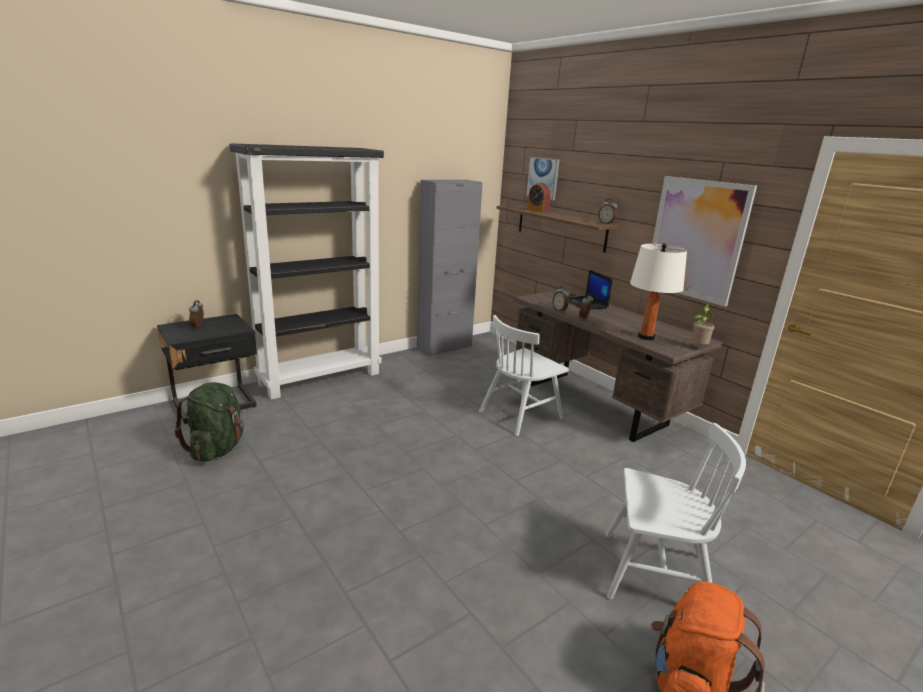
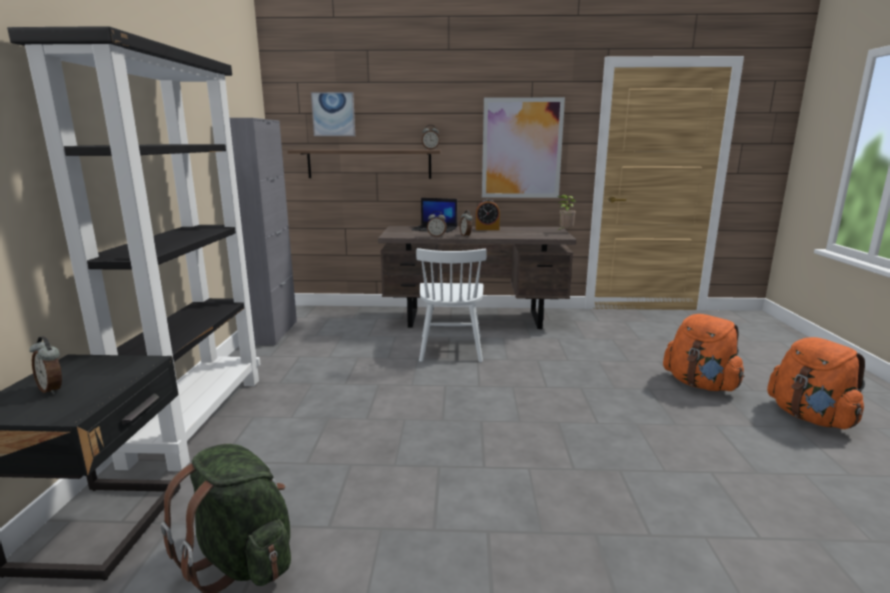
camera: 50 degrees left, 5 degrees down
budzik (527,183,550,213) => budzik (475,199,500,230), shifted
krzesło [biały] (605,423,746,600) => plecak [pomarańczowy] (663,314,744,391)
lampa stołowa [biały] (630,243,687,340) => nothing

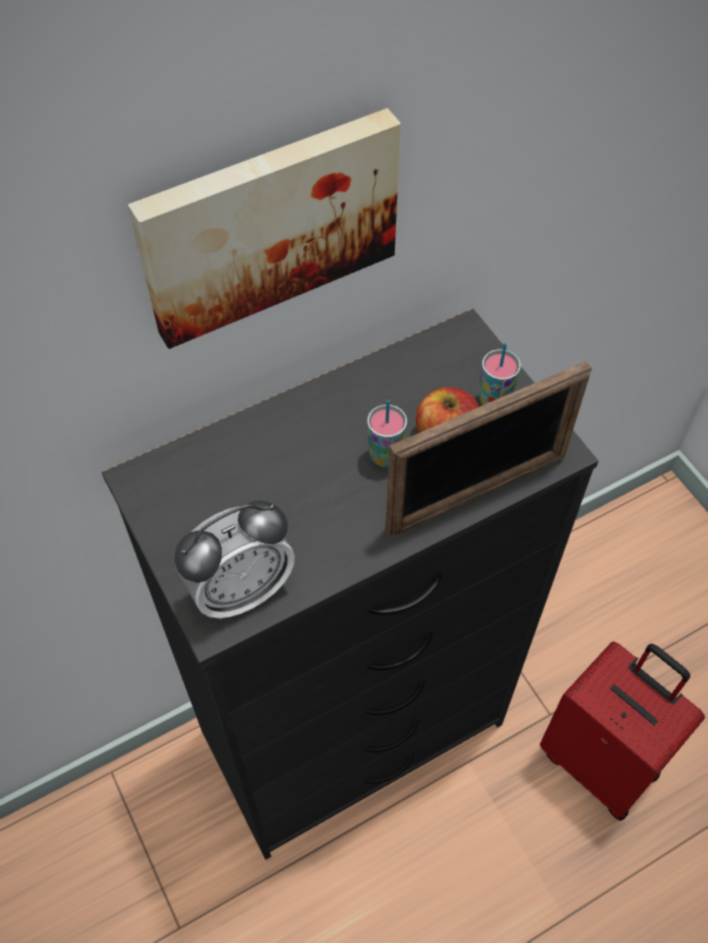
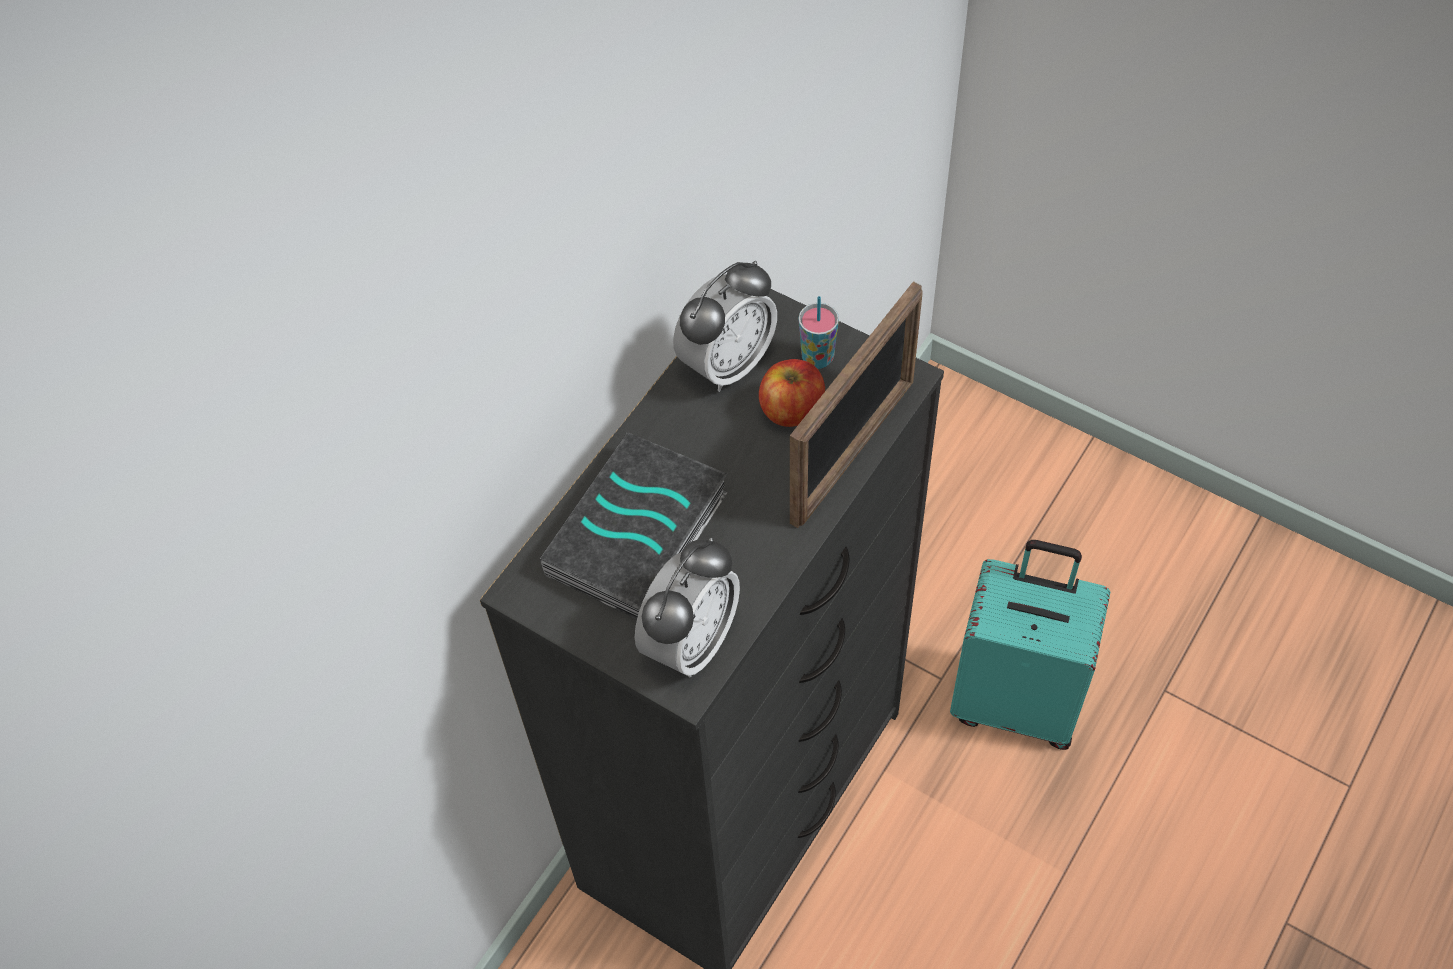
camera: 25 degrees left, 0 degrees up
nothing => książka (540,432,728,619)
nothing => budzik (673,261,777,392)
walizka [czerwony] (540,642,705,821) => walizka [turkusowy] (950,540,1110,750)
obraz (128,108,401,349) => nothing
filiżanka (367,400,407,468) => nothing

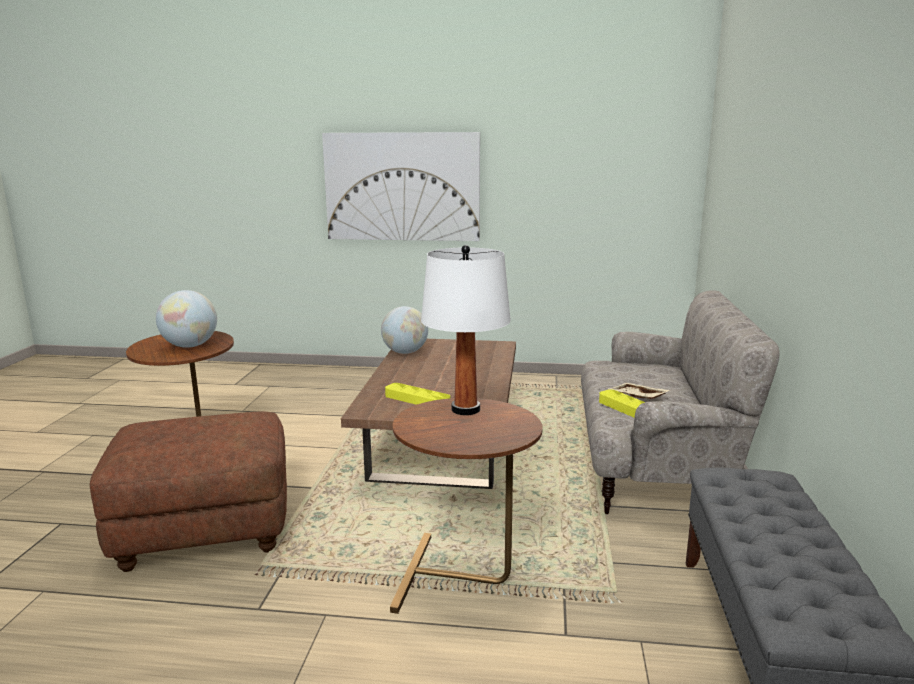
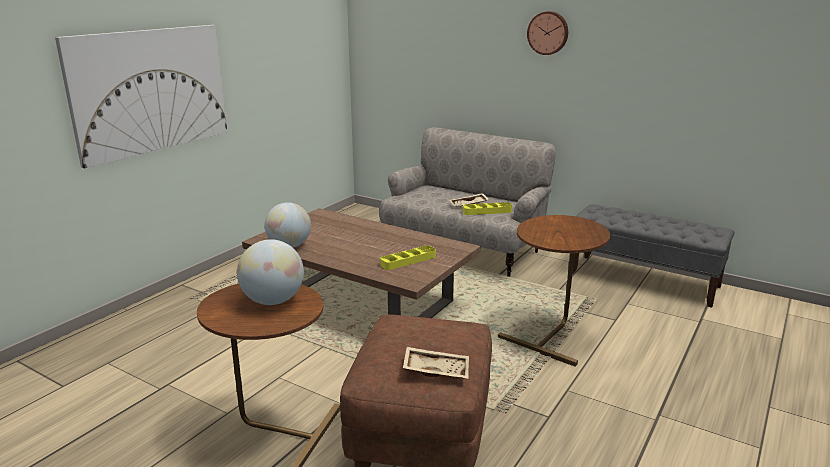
camera: 65 degrees left, 5 degrees up
nothing => taca [beżowy] (403,347,469,379)
nothing => zegar ścienny (527,11,568,55)
lampa stołowa [biały] (421,245,511,415) => nothing

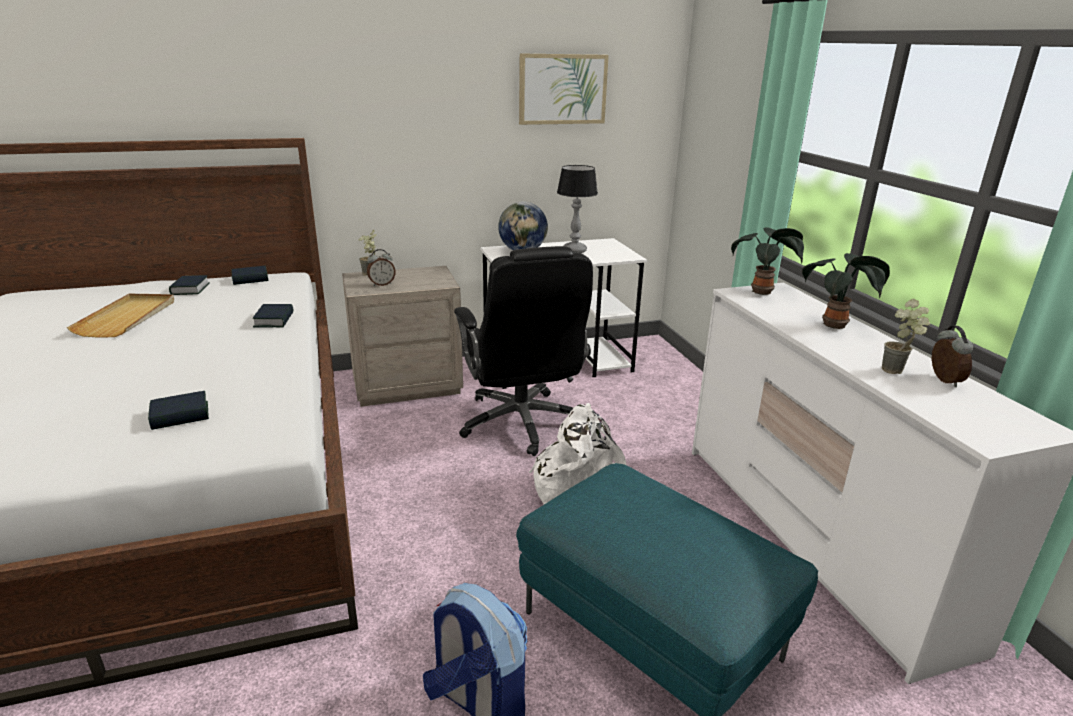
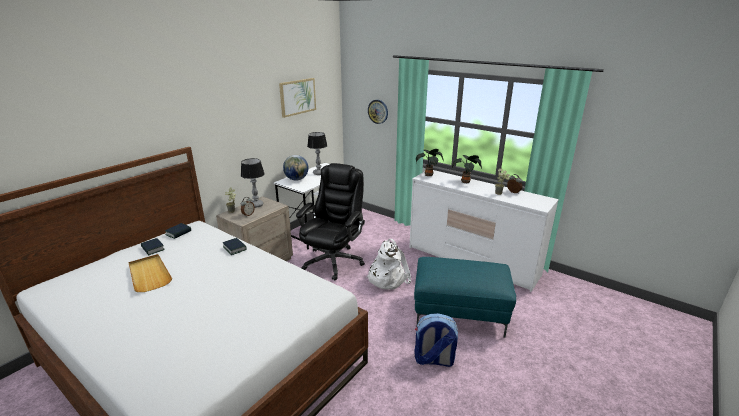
camera: 35 degrees left, 0 degrees up
nothing => lampa stołowa (241,158,265,208)
krzesło biurowe [czarny] (454,246,593,456) => krzesło biurowe [czarny] (296,163,365,280), 105 degrees counterclockwise
nothing => zegar ścienny (368,100,388,124)
książka (148,391,209,430) => nothing

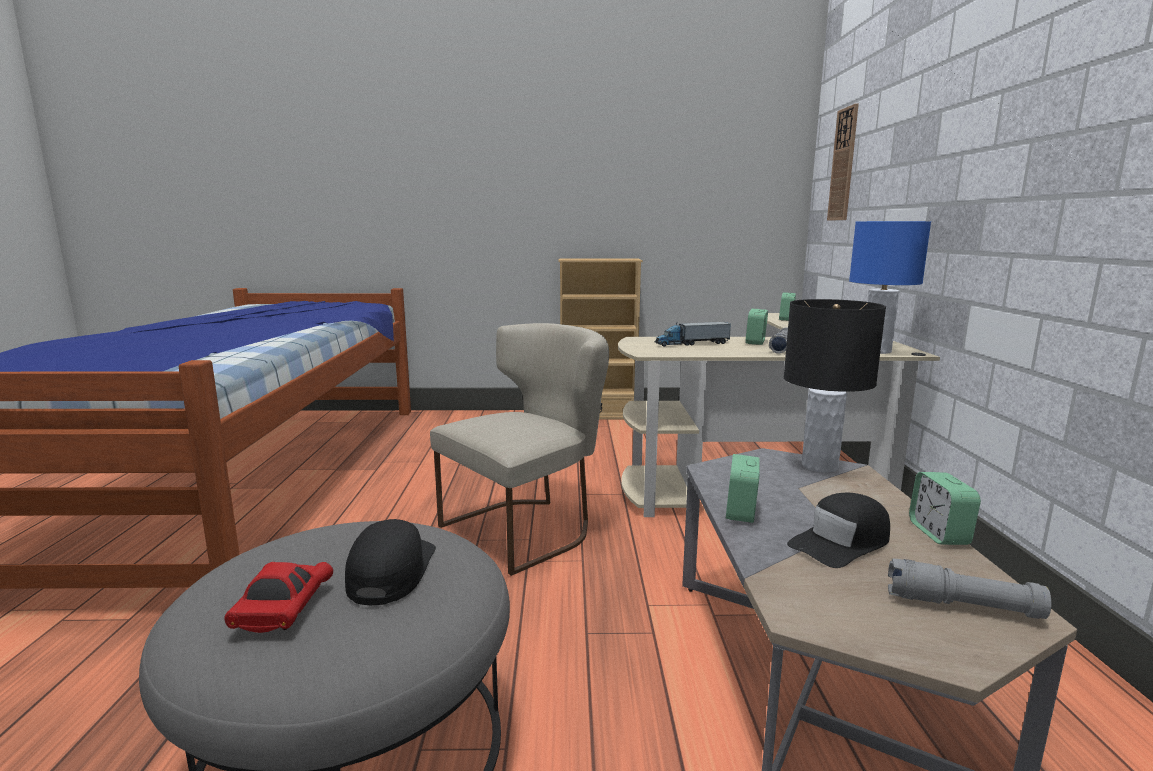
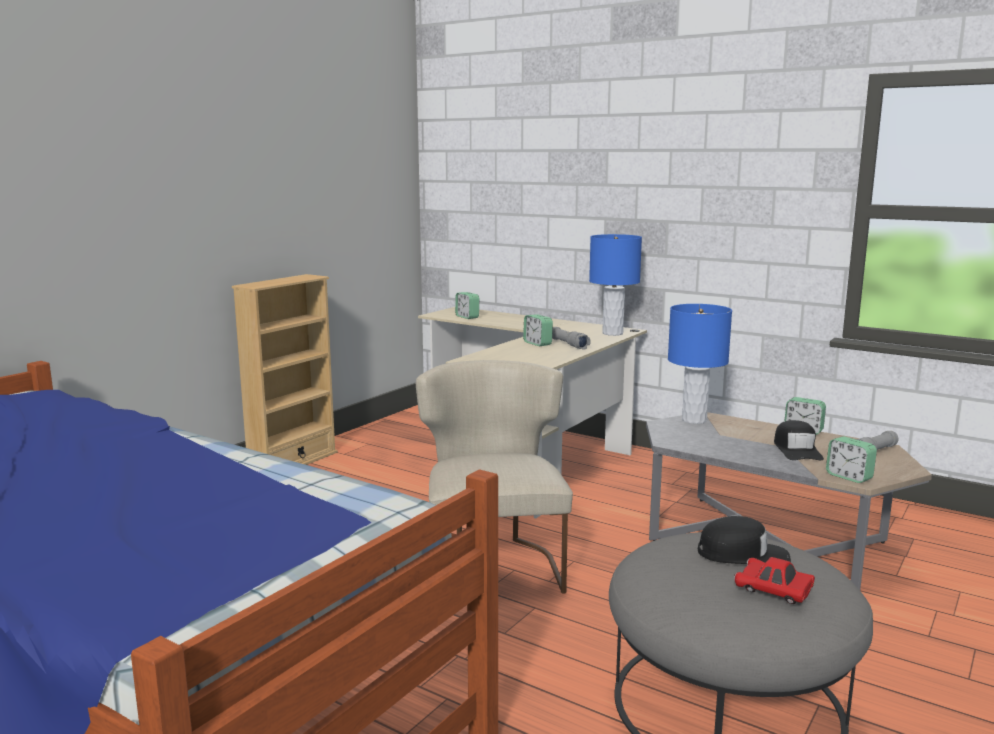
camera: 55 degrees left, 0 degrees up
lampa stołowa [czarny] (784,299,886,473) => lampa stołowa [niebieski] (668,304,732,424)
czapka z daszkiem [czarny] (345,519,436,605) => czapka z daszkiem [czarny] (698,516,791,564), 150 degrees clockwise
budzik (726,454,760,523) => budzik (826,436,877,483), shifted
ciężarówka zabawkowa (655,322,731,347) => nothing
zegar ścienny (827,103,859,221) => nothing

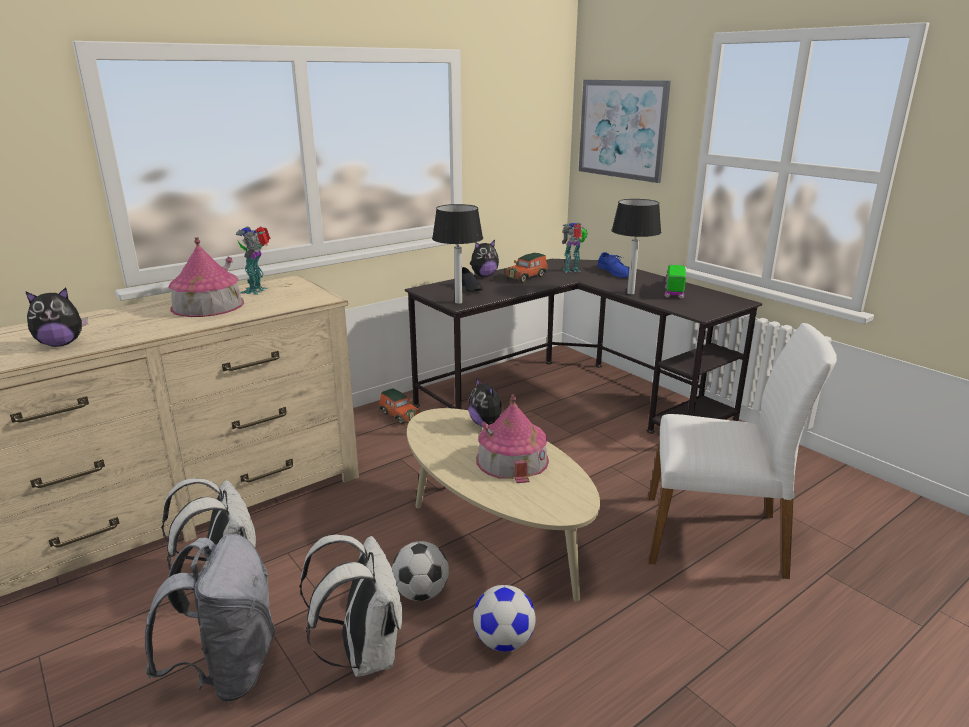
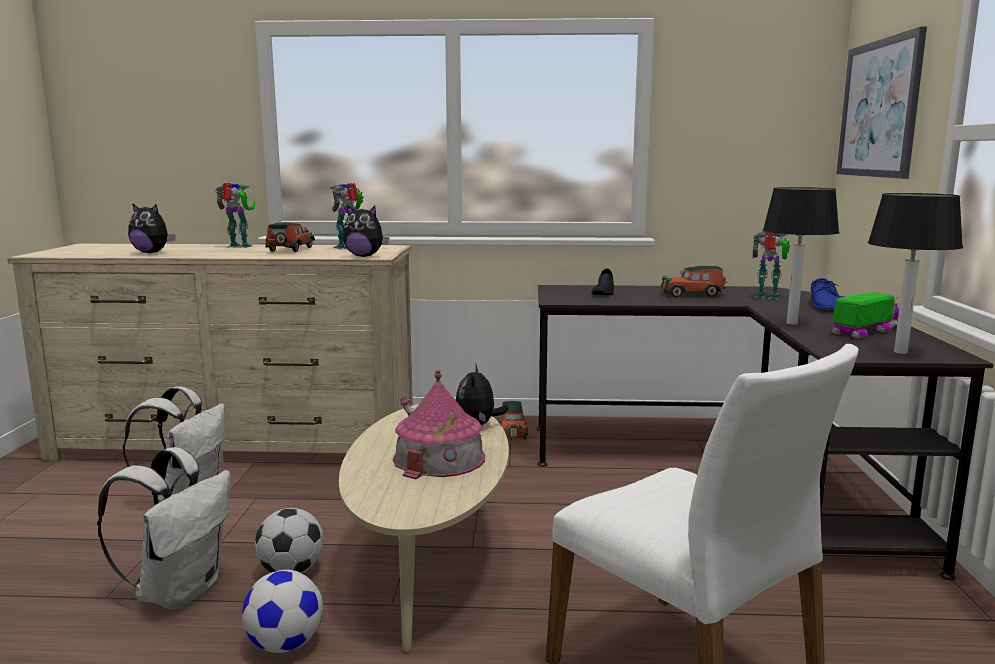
camera: 40 degrees right, 10 degrees down
nothing => robot zabawkowy (216,183,256,248)
domek (169,237,244,317) => samochodzik (265,222,315,252)
pluszak (470,240,499,277) => pluszak (343,205,390,257), shifted
lampa stołowa (432,204,483,304) => lampa stołowa (868,193,963,354), shifted
plecak [szary] (145,534,275,702) => nothing

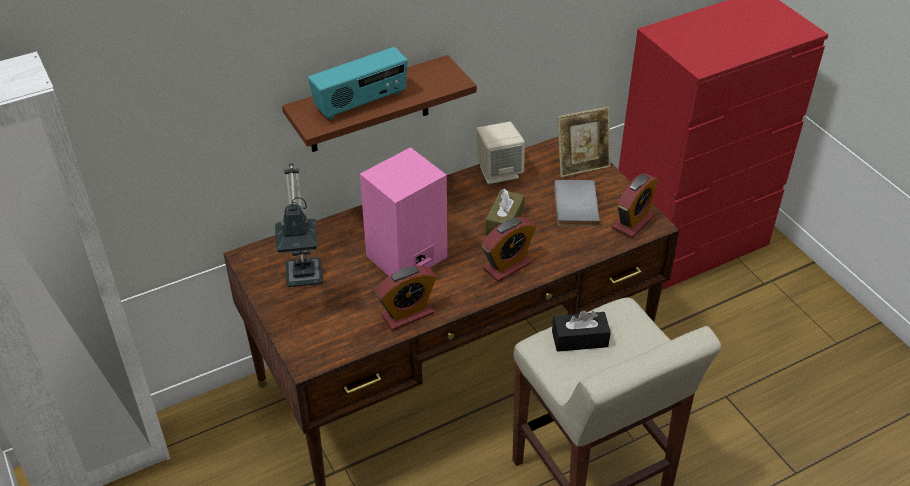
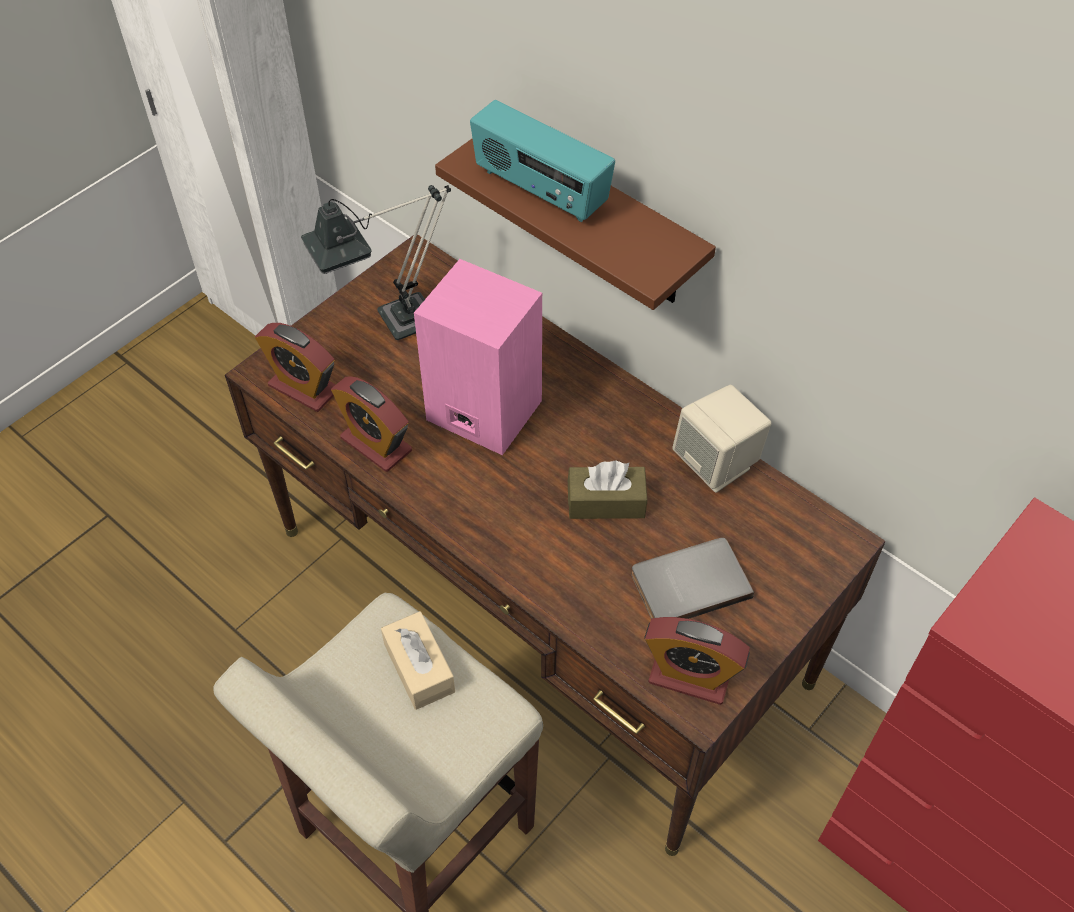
camera: 70 degrees right, 10 degrees up
budzik (481,217,536,282) => budzik (255,323,336,412), shifted
pudełko chusteczek [czarny] (552,310,611,352) => pudełko chusteczek [beżowy] (381,611,455,710)
ramka na zdjęcie (557,107,611,178) => nothing

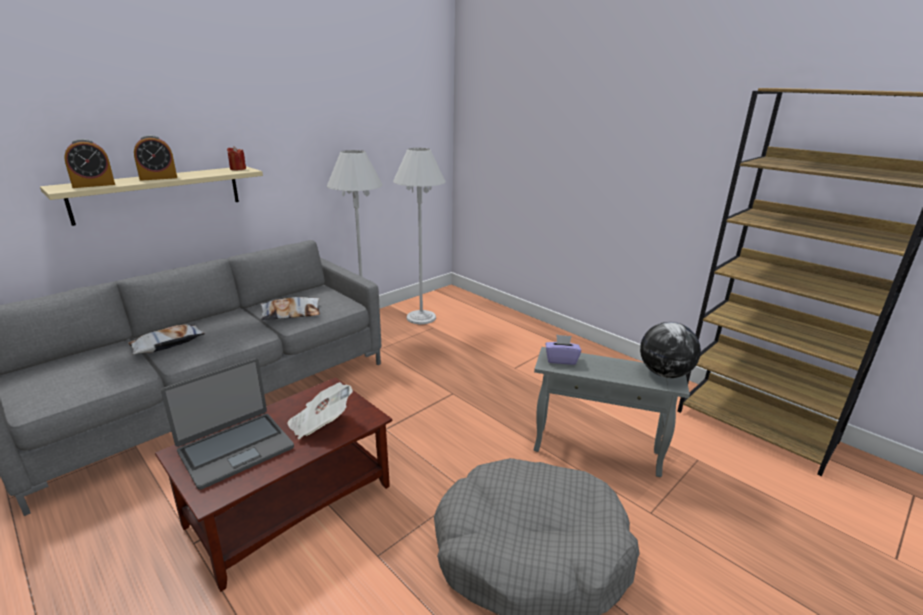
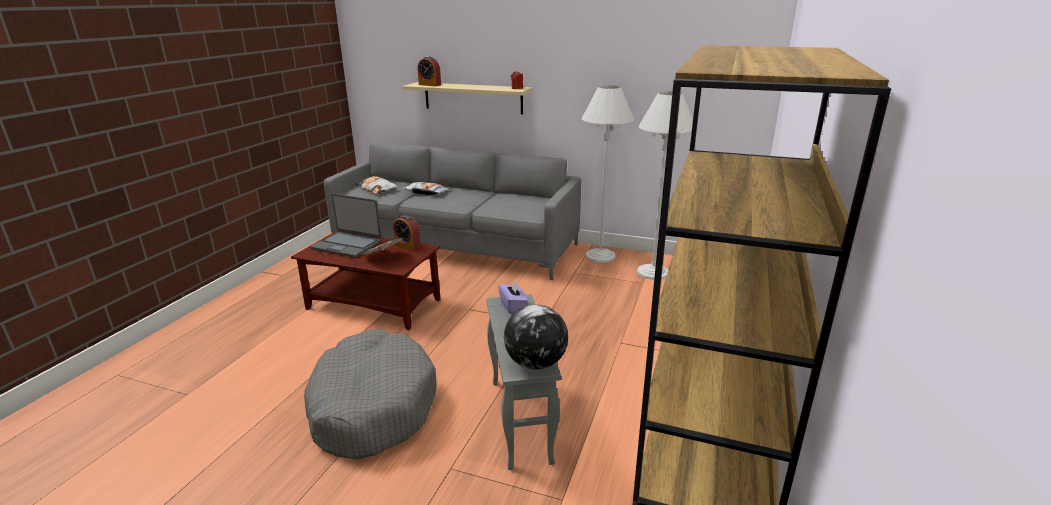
camera: 65 degrees right, 0 degrees up
poduszka (260,297,320,320) => poduszka (356,176,398,194), shifted
budzik (134,135,177,181) => budzik (393,215,421,252), shifted

